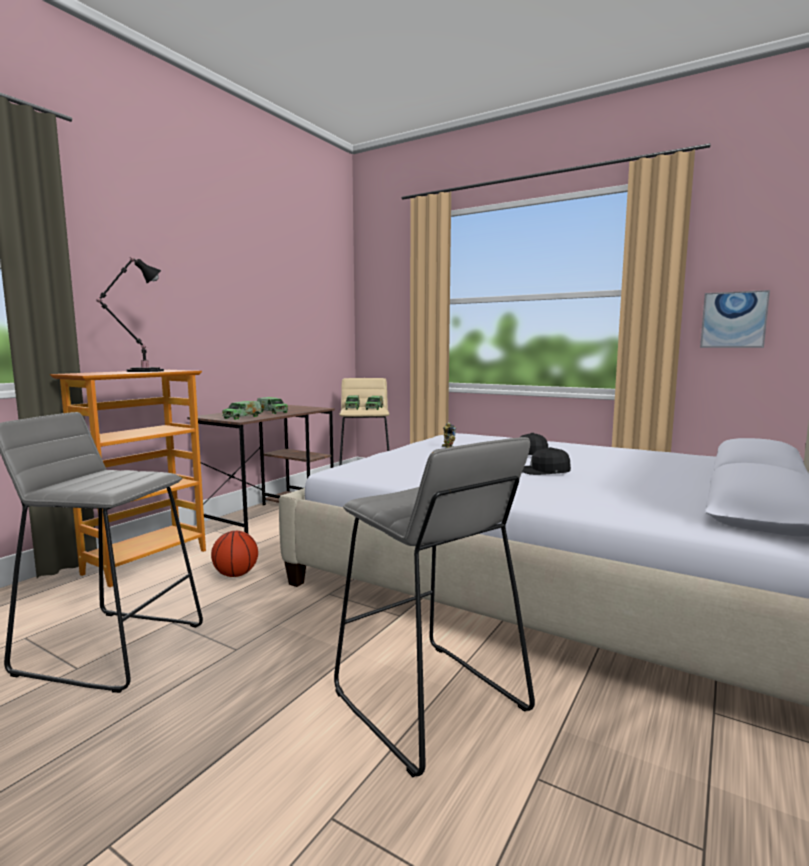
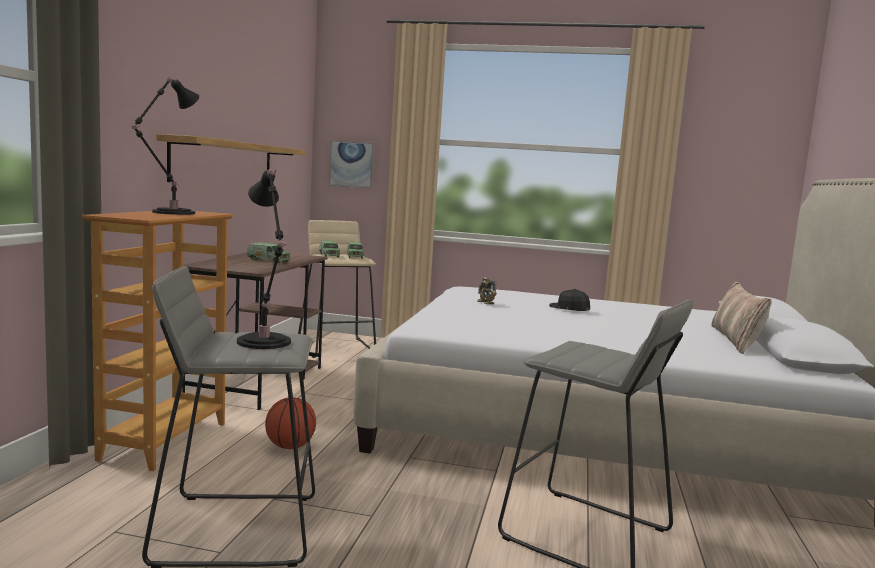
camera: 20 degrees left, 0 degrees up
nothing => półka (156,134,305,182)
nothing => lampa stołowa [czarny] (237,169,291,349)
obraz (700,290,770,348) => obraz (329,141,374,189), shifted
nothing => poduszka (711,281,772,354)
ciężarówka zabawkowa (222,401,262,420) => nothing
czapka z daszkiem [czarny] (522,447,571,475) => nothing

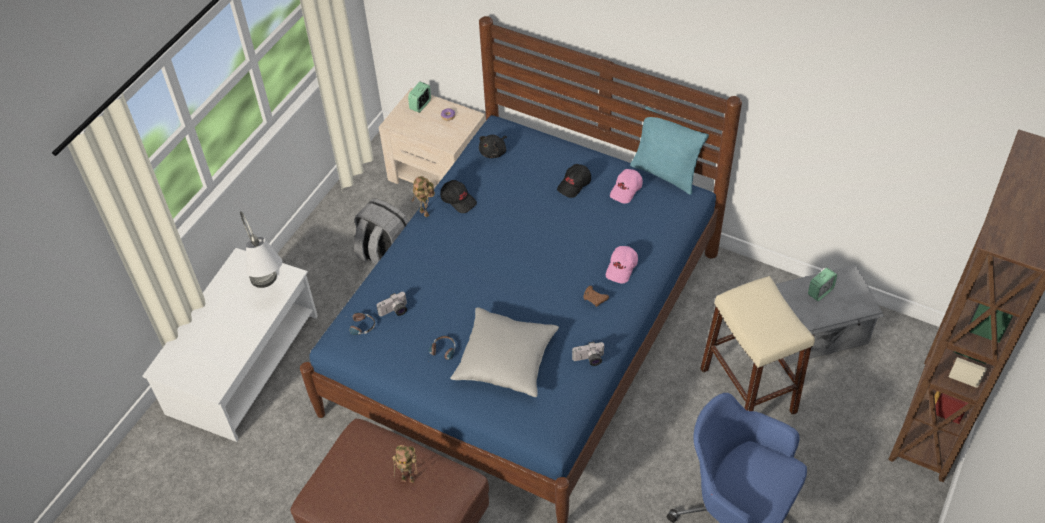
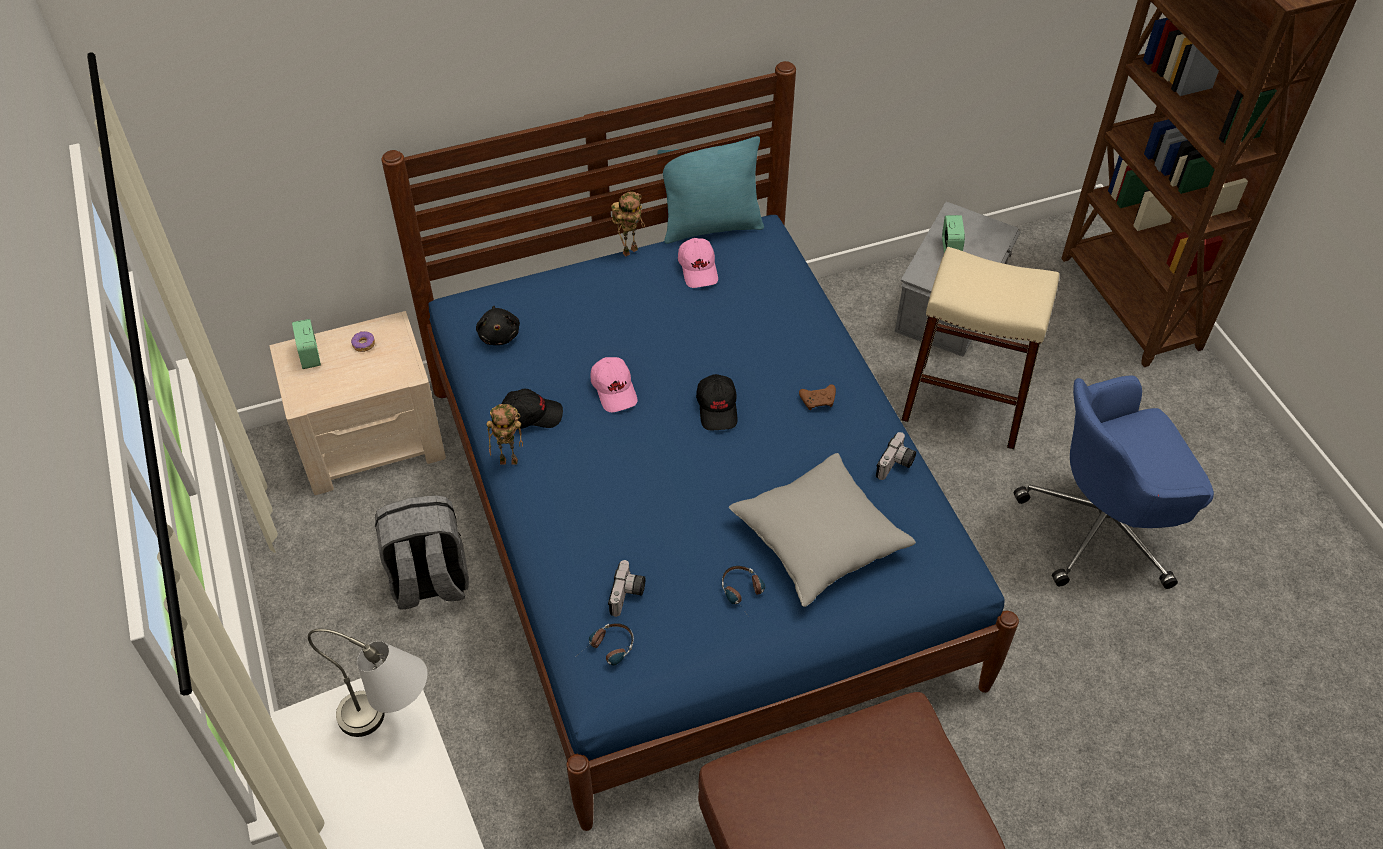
camera: 50 degrees left, 0 degrees up
czapka z daszkiem [różowy] (606,246,638,284) => czapka z daszkiem [różowy] (590,357,637,412), shifted
robot zabawkowy (392,445,417,483) => robot zabawkowy (611,191,645,256), shifted
czapka z daszkiem [czarny] (557,164,591,198) => czapka z daszkiem [czarny] (696,374,738,430), shifted

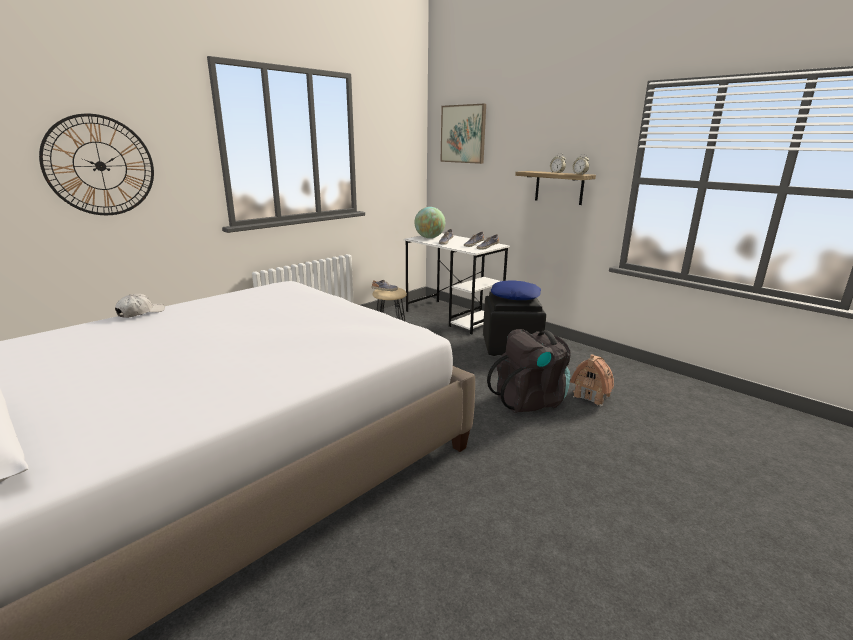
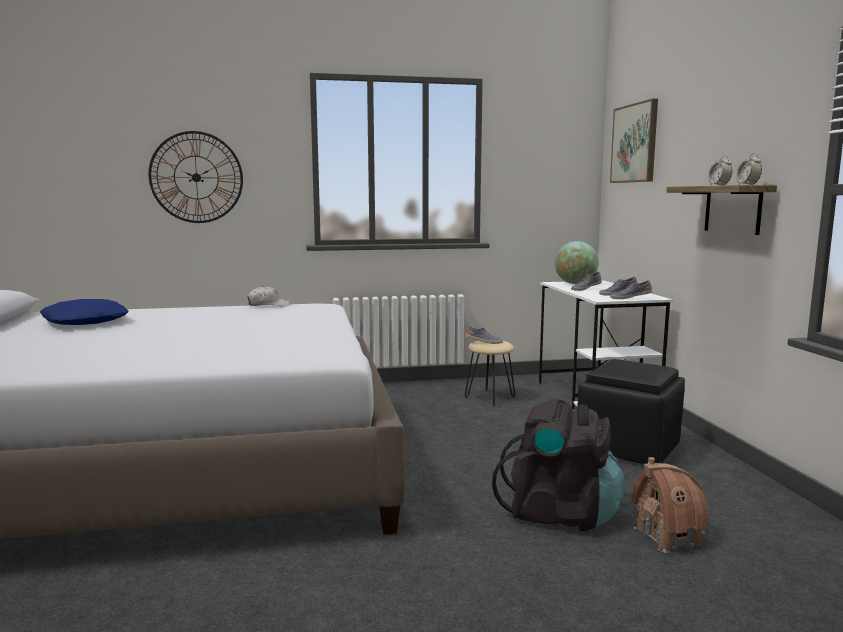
camera: 35 degrees right, 10 degrees down
poduszka [niebieski] (491,280,541,300) => poduszka [niebieski] (40,299,128,325), shifted
czapka z daszkiem [biały] (115,294,165,318) => czapka z daszkiem [biały] (247,286,290,307), shifted

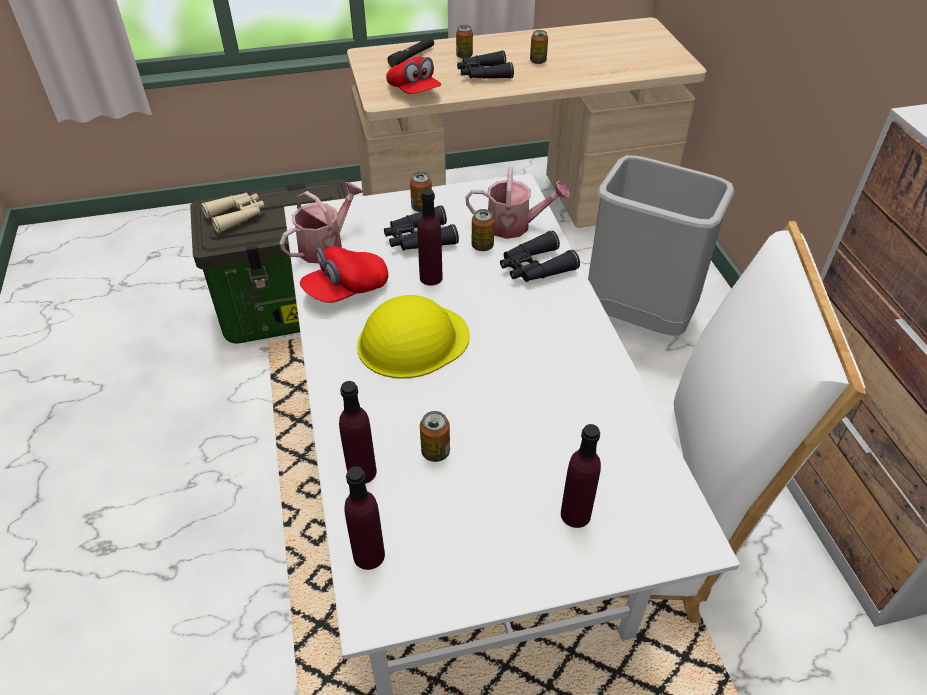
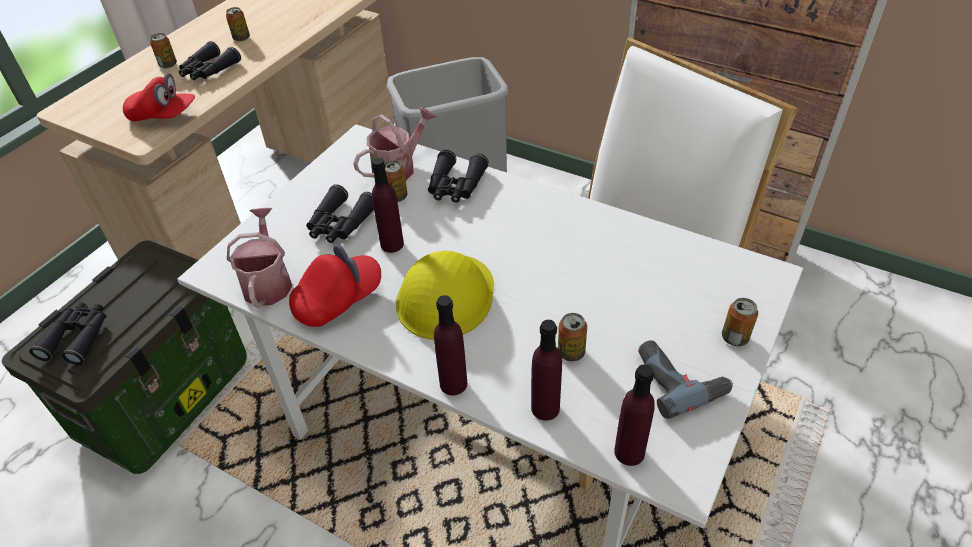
camera: 45 degrees left, 0 degrees up
lornetka [beżowy] (201,192,265,233) => lornetka [czarny] (29,302,107,365)
czapka z daszkiem [czerwony] (300,246,388,303) => czapka z daszkiem [czerwony] (289,244,381,327), 135 degrees counterclockwise
butelka [fioletowy] (561,424,601,528) => butelka [fioletowy] (434,295,467,395), shifted
nothing => wiertarka (638,340,733,419)
puszka (410,172,432,212) => puszka (722,298,758,346), shifted
latarka [czarny] (388,37,434,67) => nothing

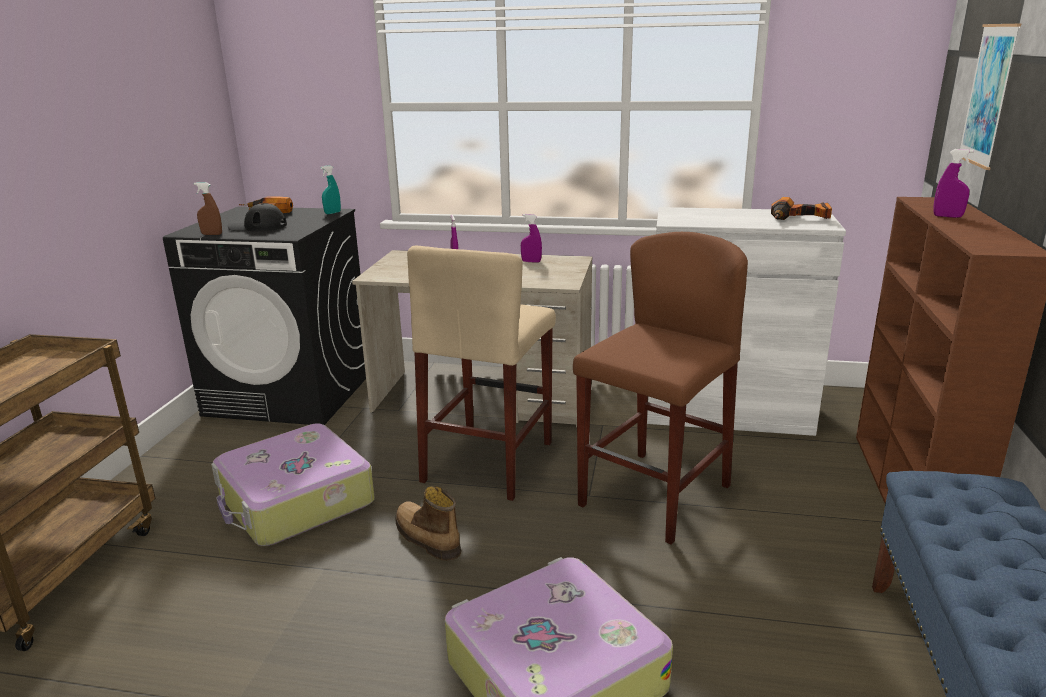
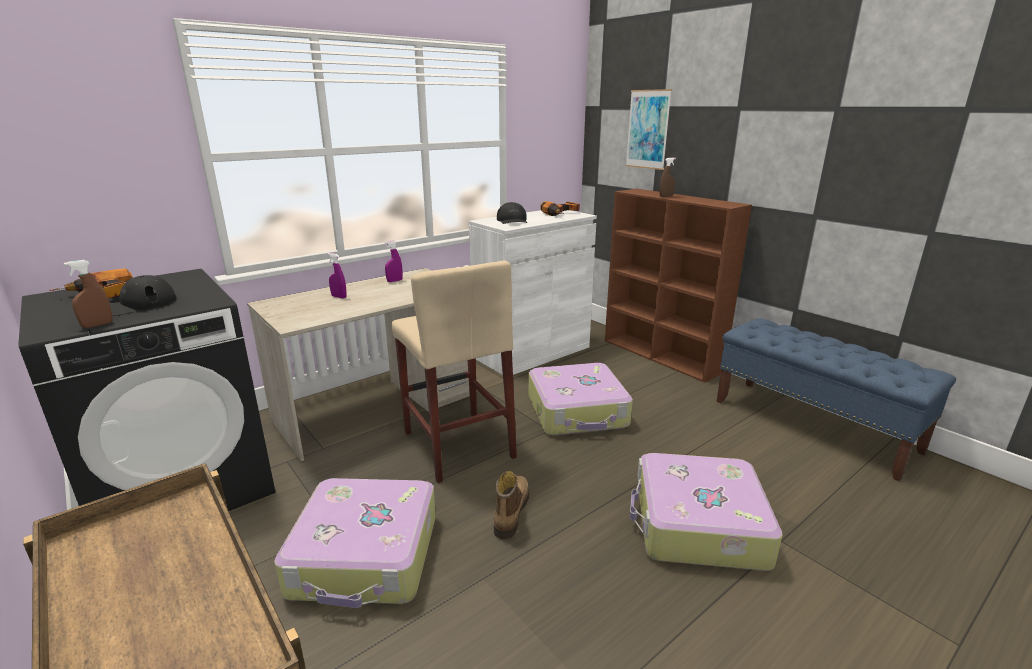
camera: 50 degrees left, 0 degrees up
but z cholewką (395,486,461,561) => but z cholewką (494,471,530,540), 105 degrees clockwise
nothing => czapka z daszkiem [czarny] (497,202,527,224)
stołek [brązowy] (573,232,748,545) => walizka (529,363,633,435)
spryskiwacz [fioletowy] (933,149,974,218) => spryskiwacz [brązowy] (660,158,676,197)
spryskiwacz [turkusowy] (320,165,341,214) => nothing

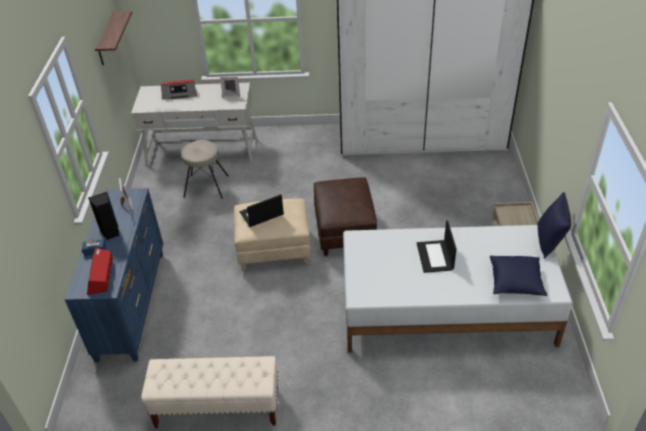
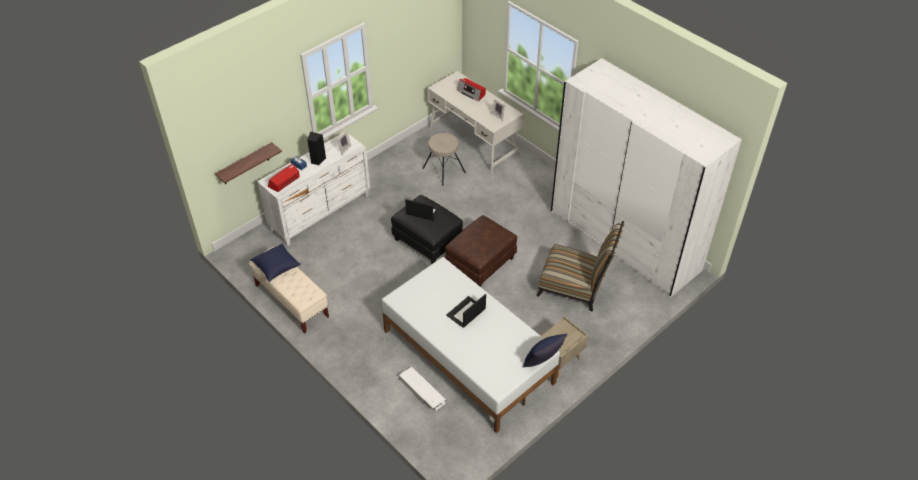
camera: 45 degrees right, 5 degrees up
półka (95,11,132,65) => półka (215,142,282,184), shifted
poduszka [niebieski] (490,255,547,296) => poduszka [niebieski] (250,243,301,282), shifted
komoda [niebieski] (64,188,163,362) => komoda [biały] (257,132,370,246)
pufa [beżowy] (234,198,311,270) => pufa [czarny] (391,195,463,264)
nothing => pojemnik do przechowywania [biały] (399,367,446,411)
nothing => krzesło (537,221,624,312)

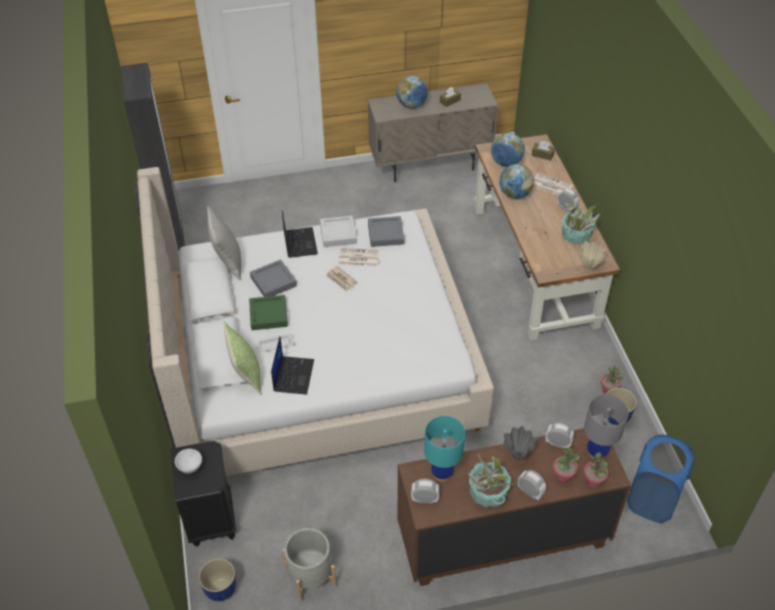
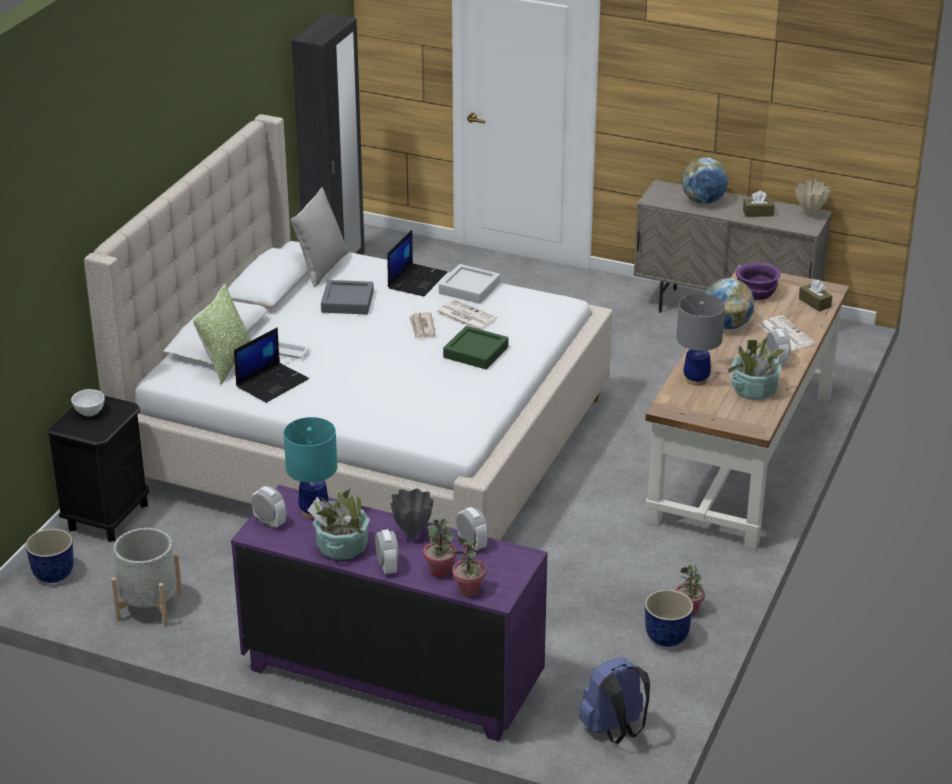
camera: 35 degrees right, 15 degrees down
komoda [brązowy] (398,428,631,586) => komoda [fioletowy] (231,485,548,741)
taca [zielony] (249,295,288,330) => taca [zielony] (443,326,509,369), shifted
kosz na pranie [niebieski] (626,434,695,523) => plecak [niebieski] (579,658,650,744)
lampa stołowa [szary] (584,395,629,460) => lampa stołowa [szary] (676,294,725,386), shifted
globus (491,133,525,167) => miska [fioletowy] (736,262,781,300)
wazon [beżowy] (579,241,607,270) => wazon [beżowy] (795,179,830,217), shifted
taca [szary] (368,216,404,247) => nothing

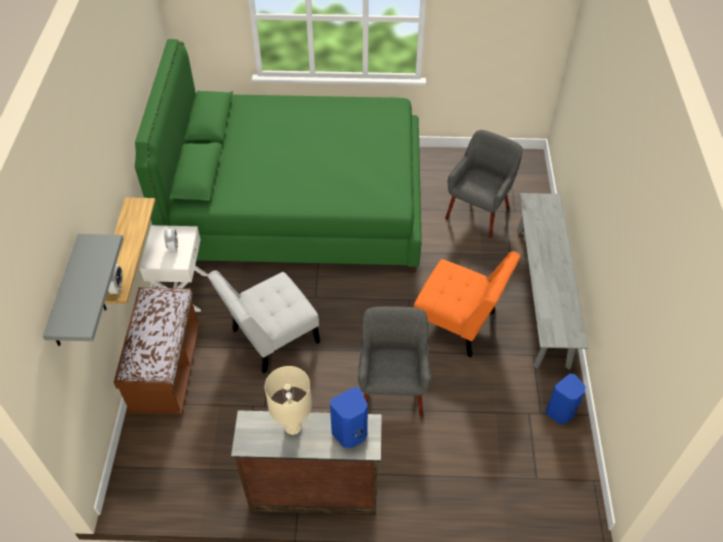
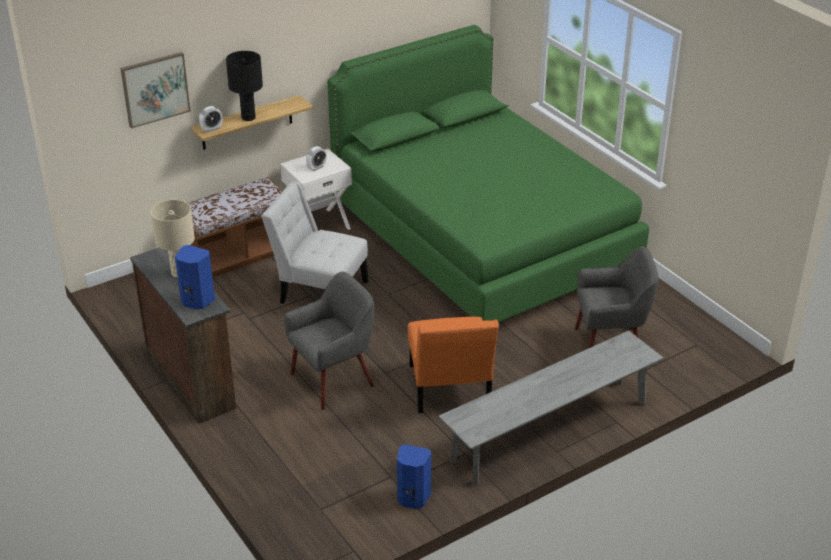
camera: 55 degrees right, 15 degrees down
półka [szary] (43,234,123,346) => obraz (120,52,191,128)
nothing => lampa stołowa [czarny] (226,51,263,121)

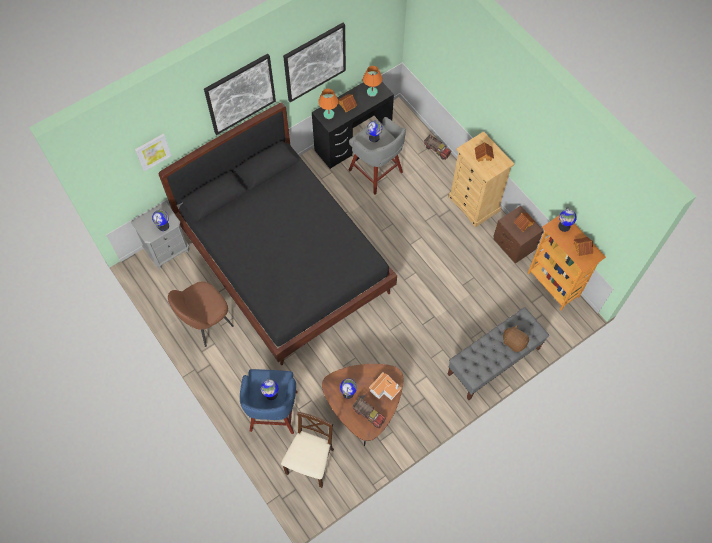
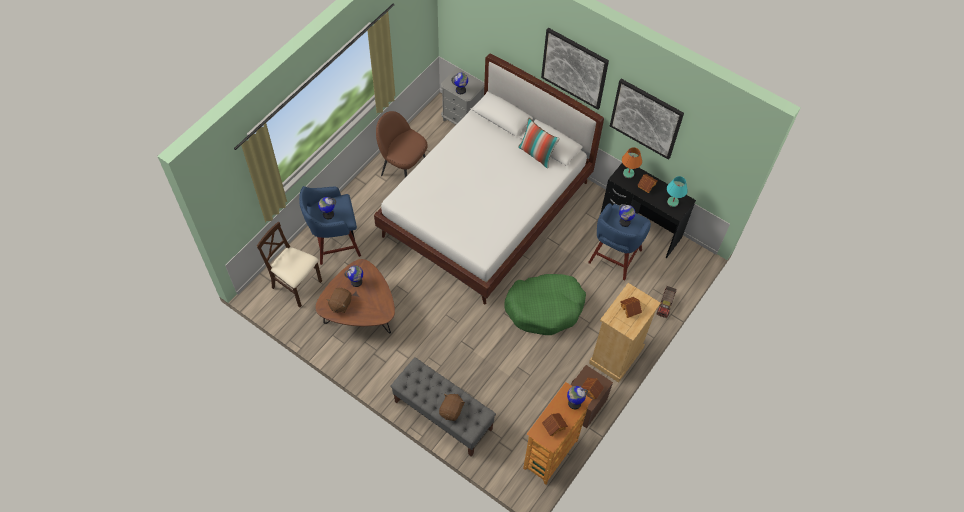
camera: 70 degrees right, 5 degrees down
krzesło [beżowy] (281,412,334,488) => krzesło [beżowy] (256,222,322,308), 150 degrees counterclockwise
ciężarówka zabawkowa (352,397,386,428) => pluszak [brązowy] (327,288,352,313)
łóżko [czarny] (158,102,397,365) => łóżko [biały] (374,53,604,305)
nothing => legowisko [zielony] (504,274,586,335)
nothing => poduszka (518,117,560,169)
stołek [szary] (349,117,406,194) => stołek [niebieski] (588,203,651,280)
lampa stołowa [pomarańczowy] (363,66,382,97) => lampa stołowa [turkusowy] (667,176,688,207)
obraz (135,133,172,172) => nothing
domek (369,372,401,400) => nothing

